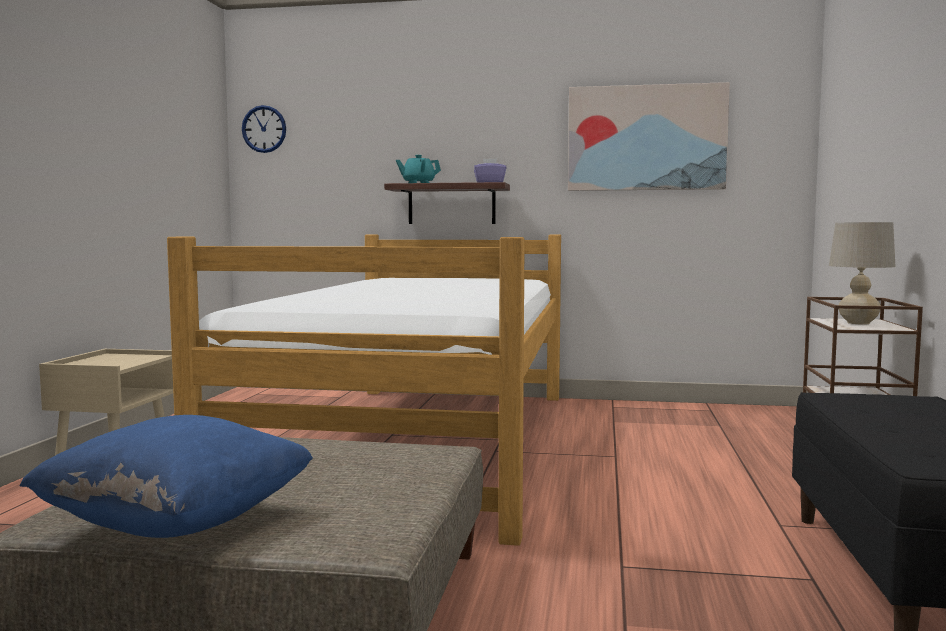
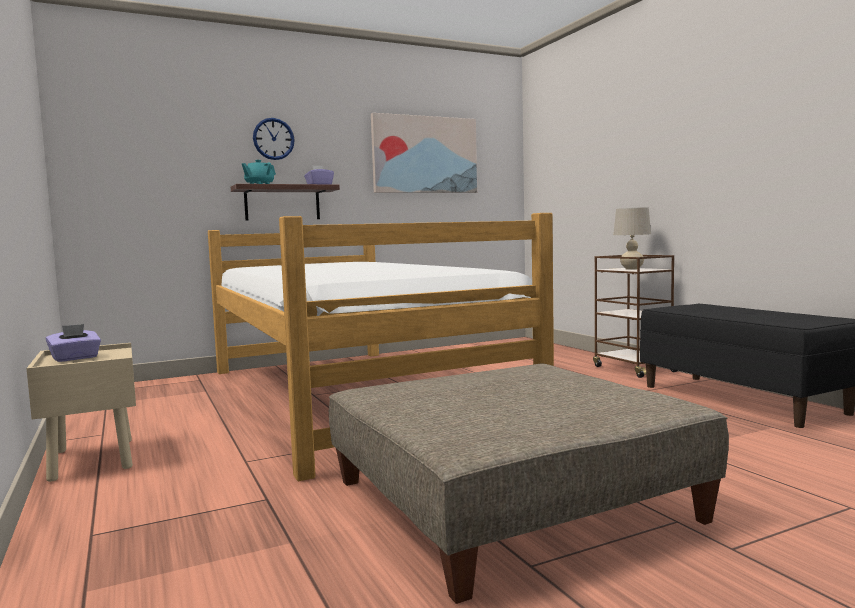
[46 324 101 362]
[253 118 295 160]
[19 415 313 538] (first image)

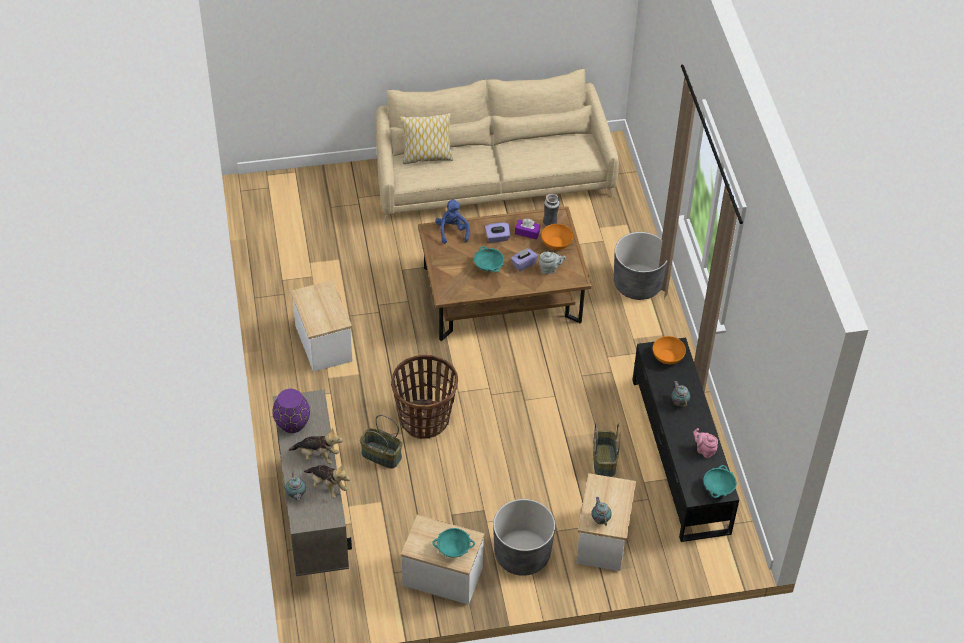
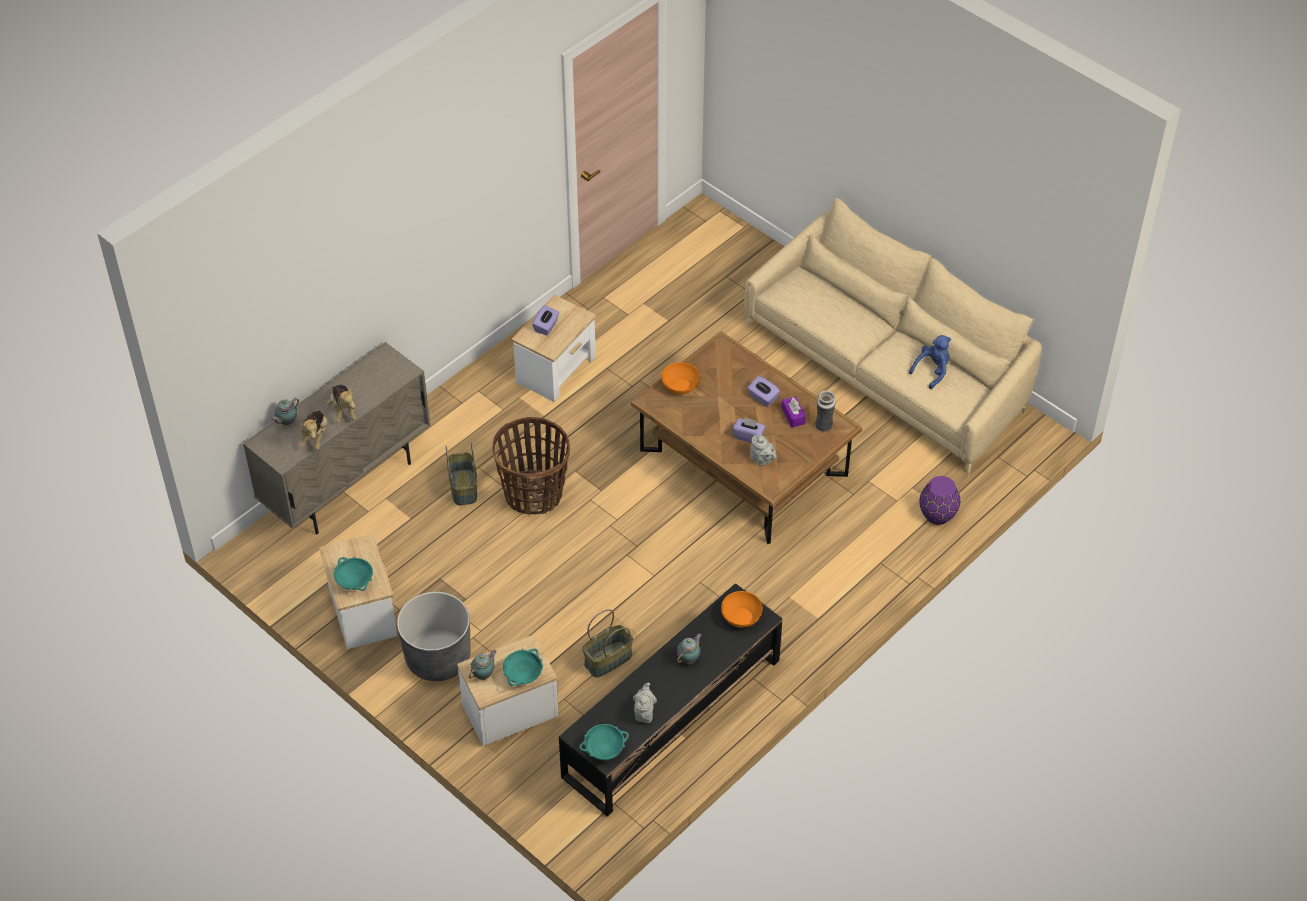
[503 648 543 686]
[532 305 560 335]
[633 683 657 723]
[661 362 700 394]
[909 335 951 389]
[919 476 960 525]
[400 113 453 164] (first image)
[614 232 668 300] (first image)

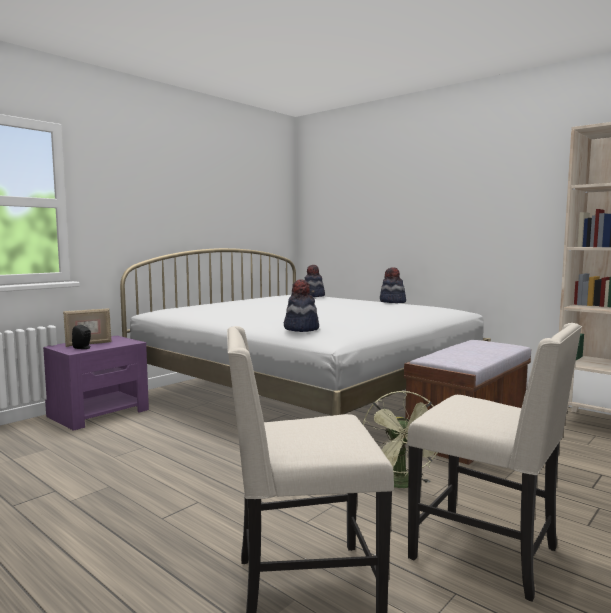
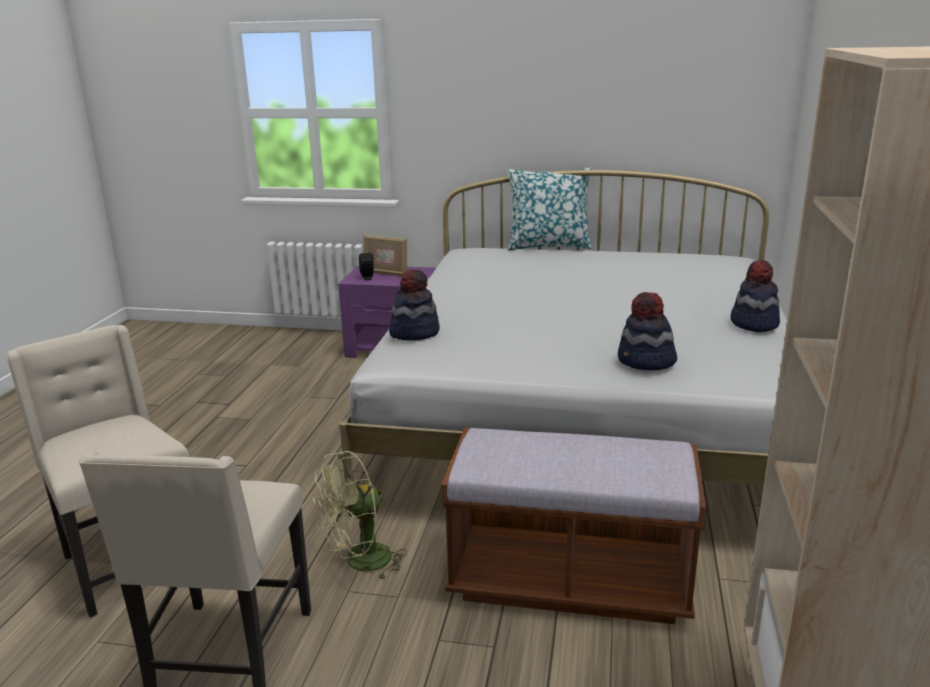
[507 167 592 250]
[618 292 677 370]

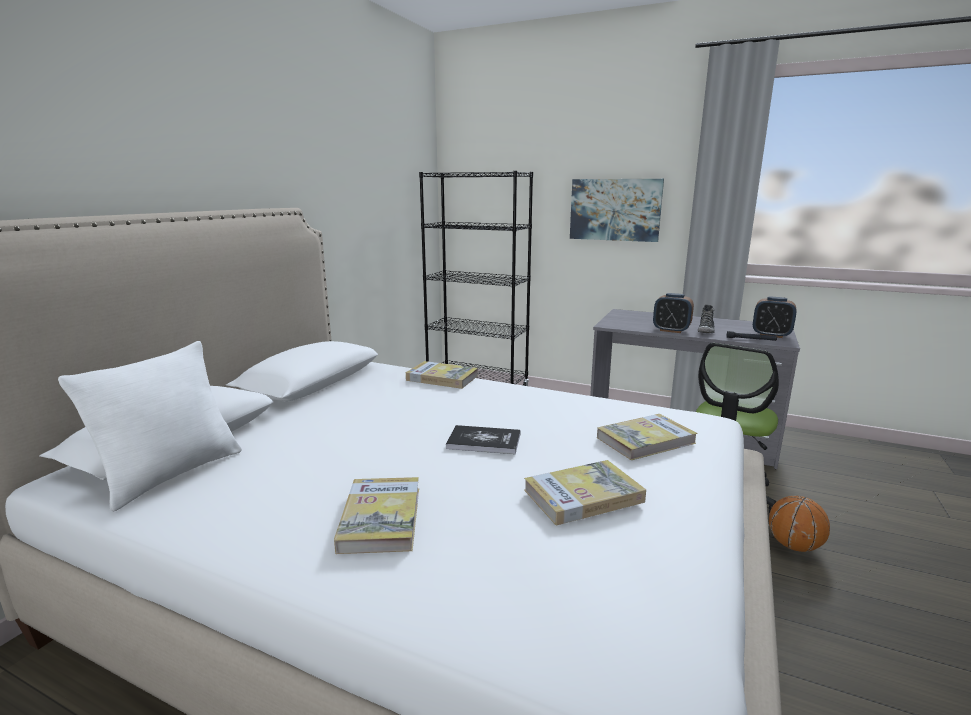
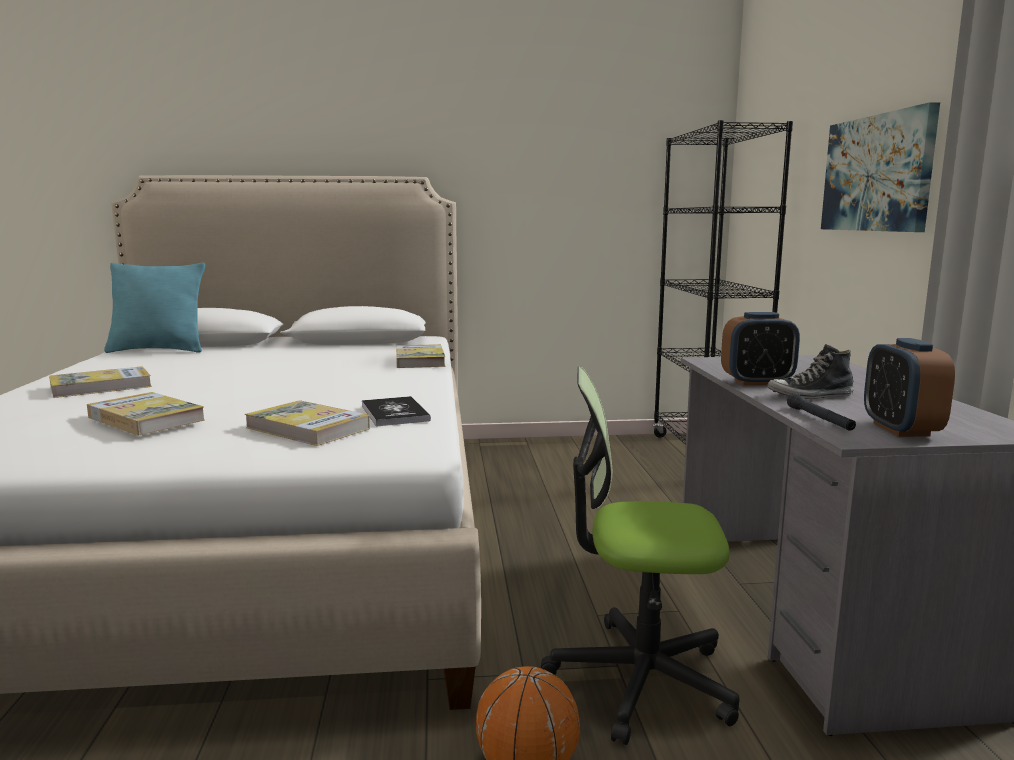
[104 262 205 353]
[362 396 431 427]
[721 312 800 386]

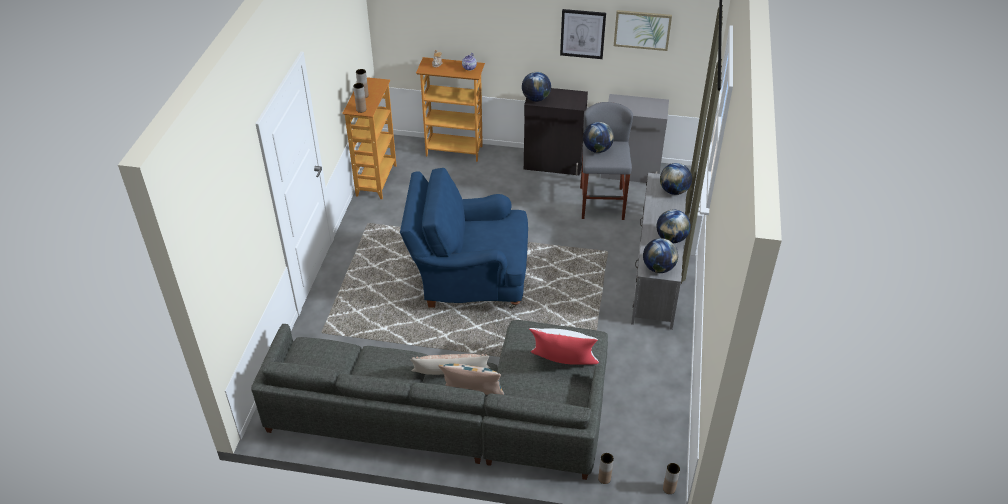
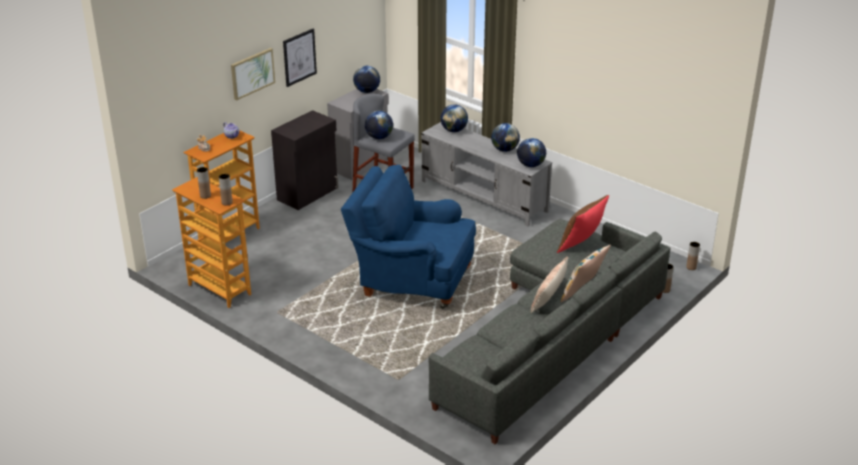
[231 48 275 101]
[341 165 476 309]
[353 66 380 93]
[557 195 609 253]

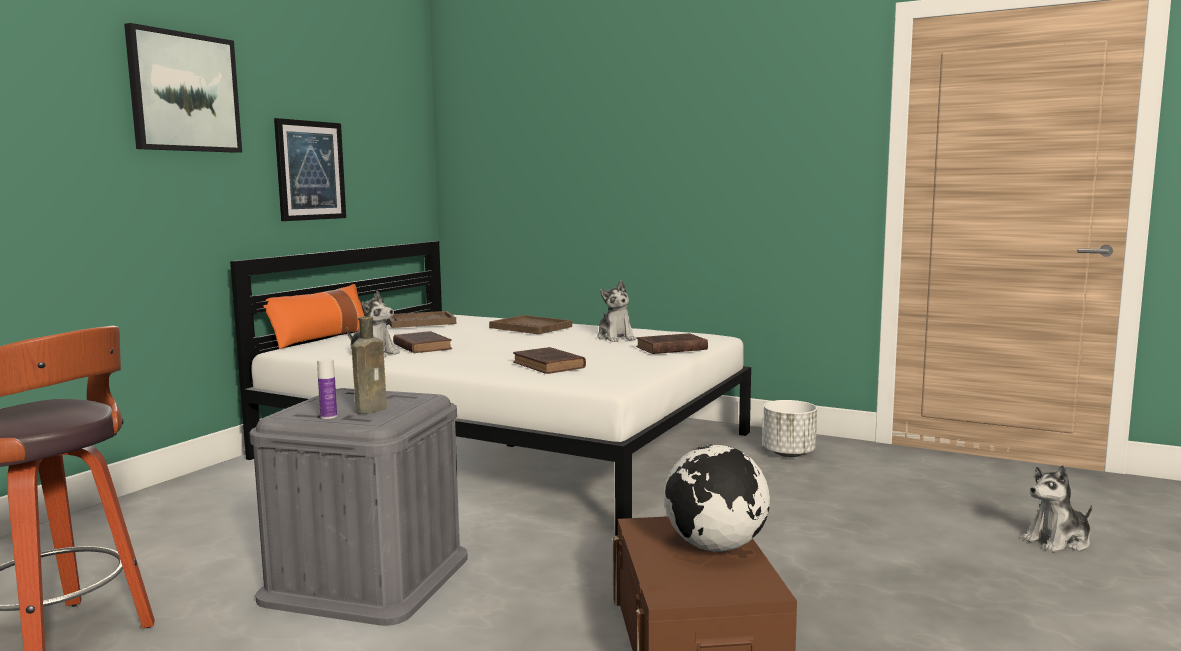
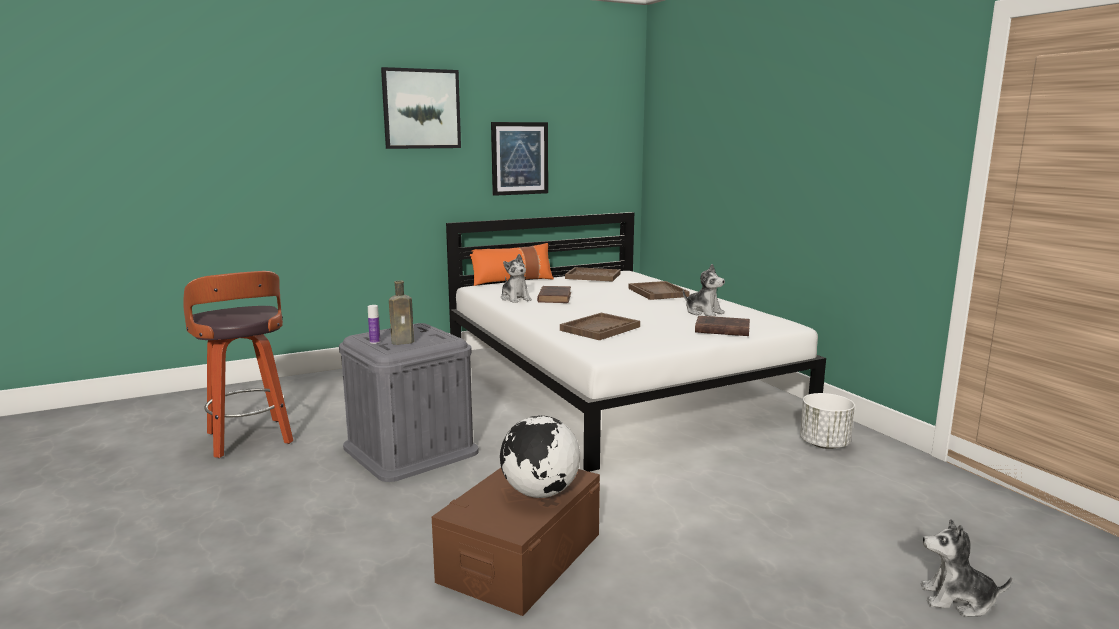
[560 313 640 340]
[683 264 725 317]

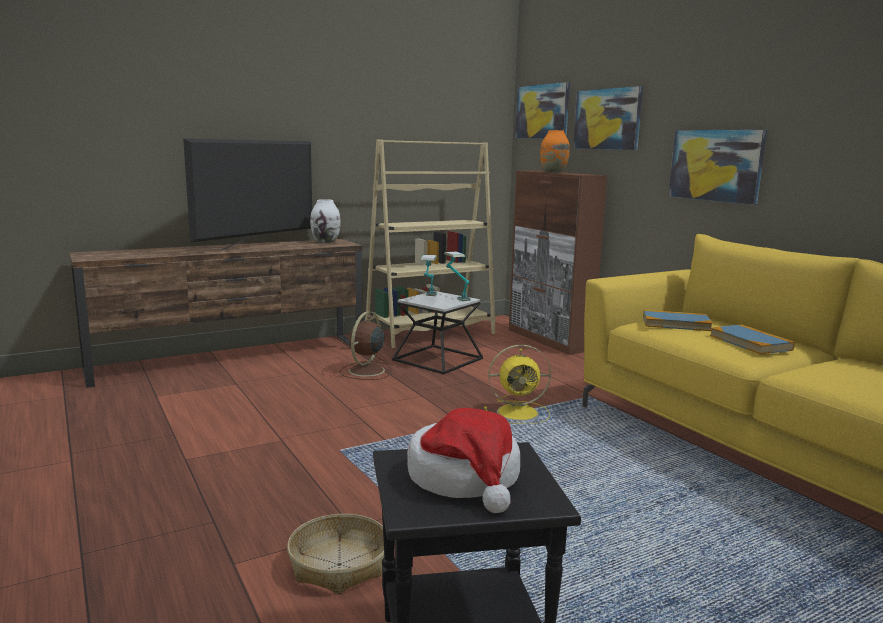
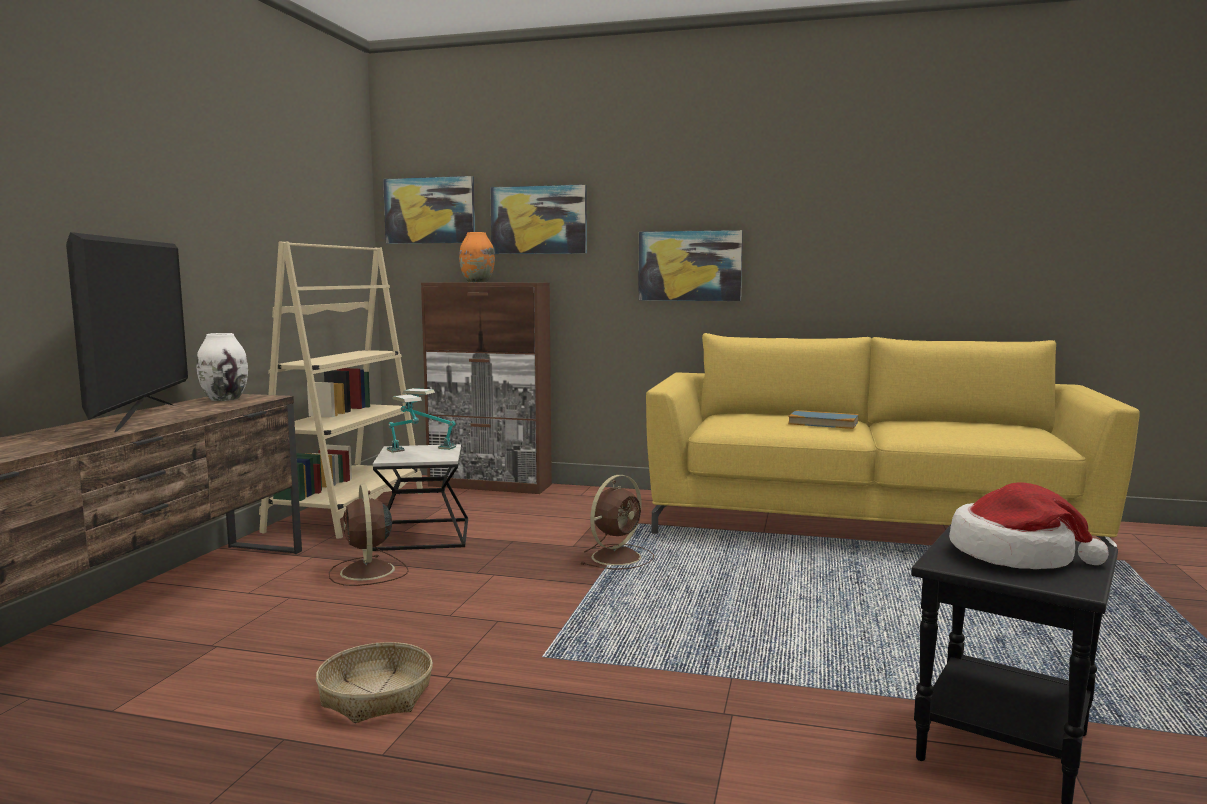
[316 642 433 723]
[581 475 654 570]
[643 310 712 331] (first image)

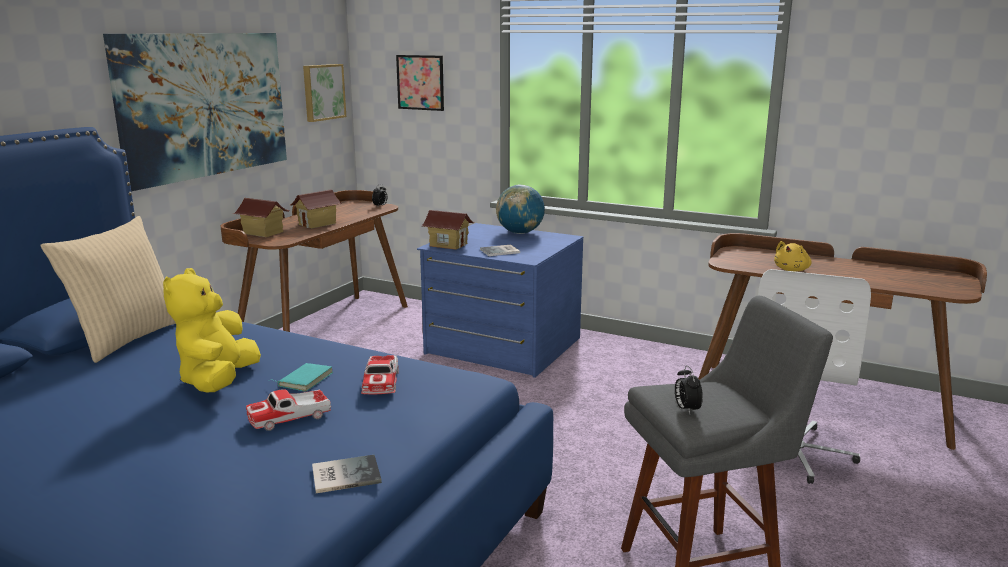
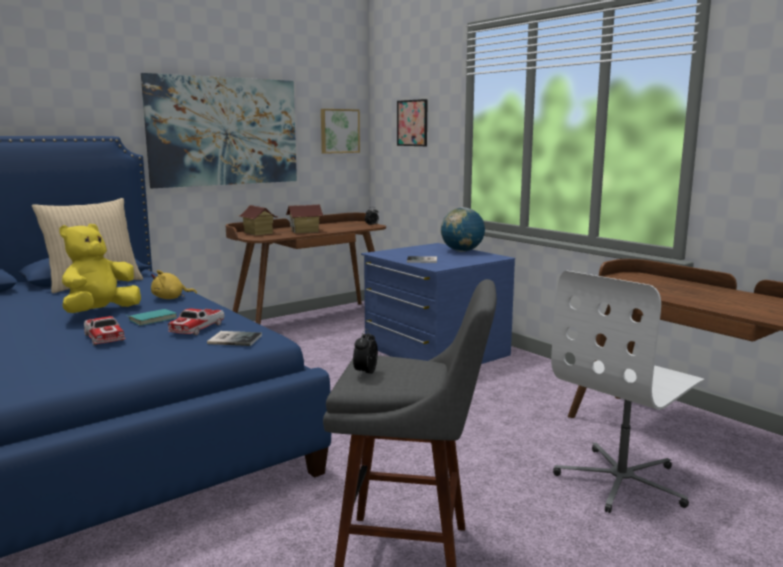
[84 316 126 346]
[151 270 197 299]
[207 331 262 346]
[422 210 474 250] (first image)

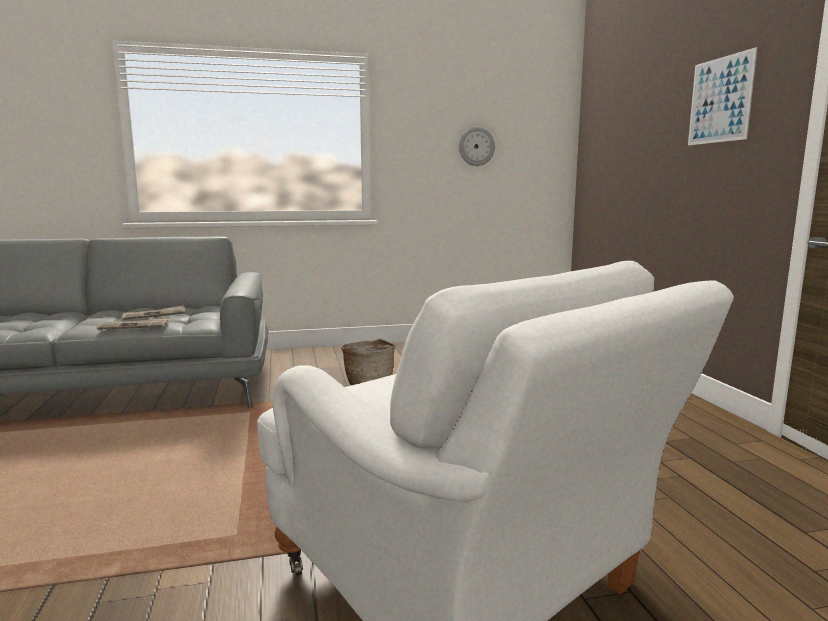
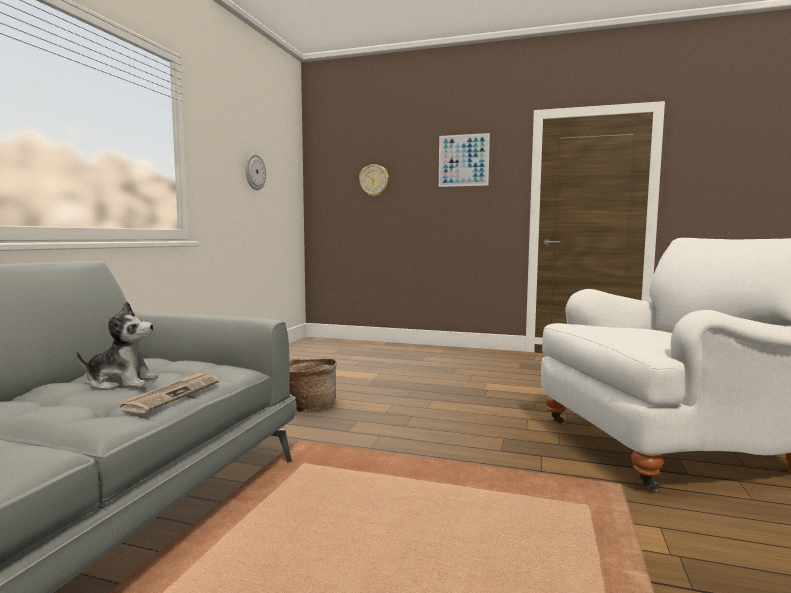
[76 302 158 390]
[359 164 389 196]

